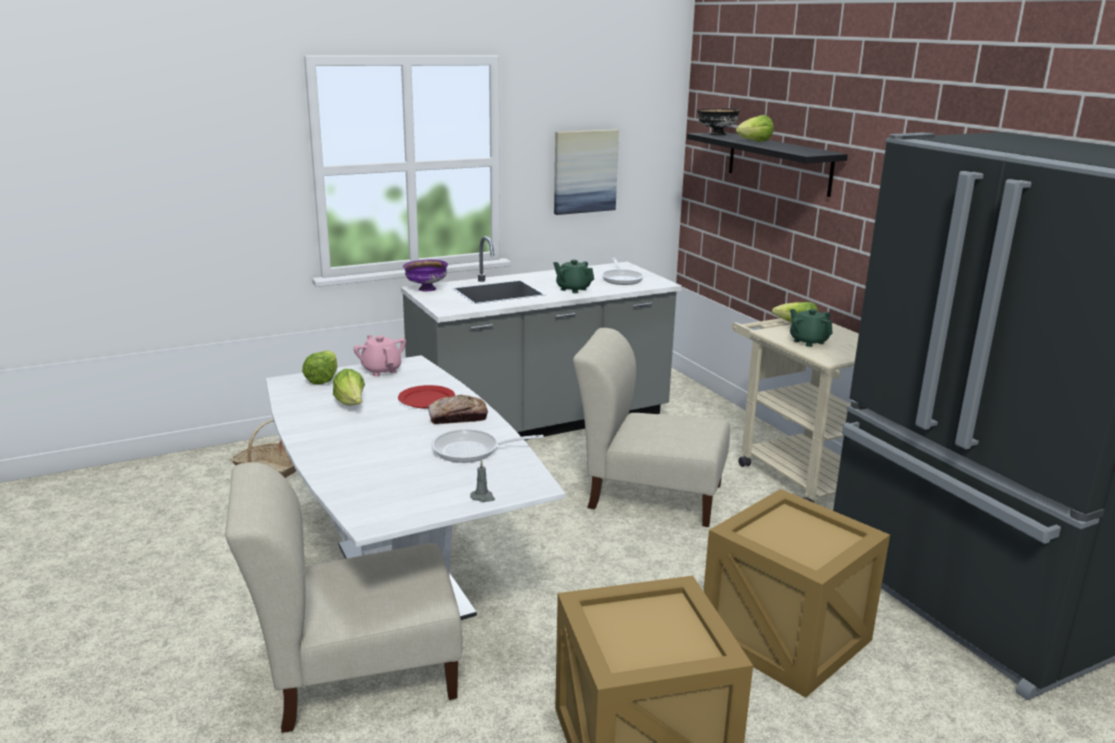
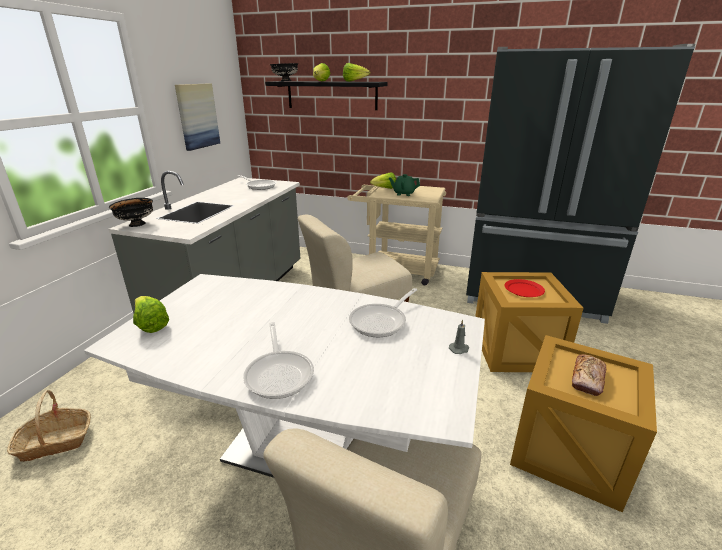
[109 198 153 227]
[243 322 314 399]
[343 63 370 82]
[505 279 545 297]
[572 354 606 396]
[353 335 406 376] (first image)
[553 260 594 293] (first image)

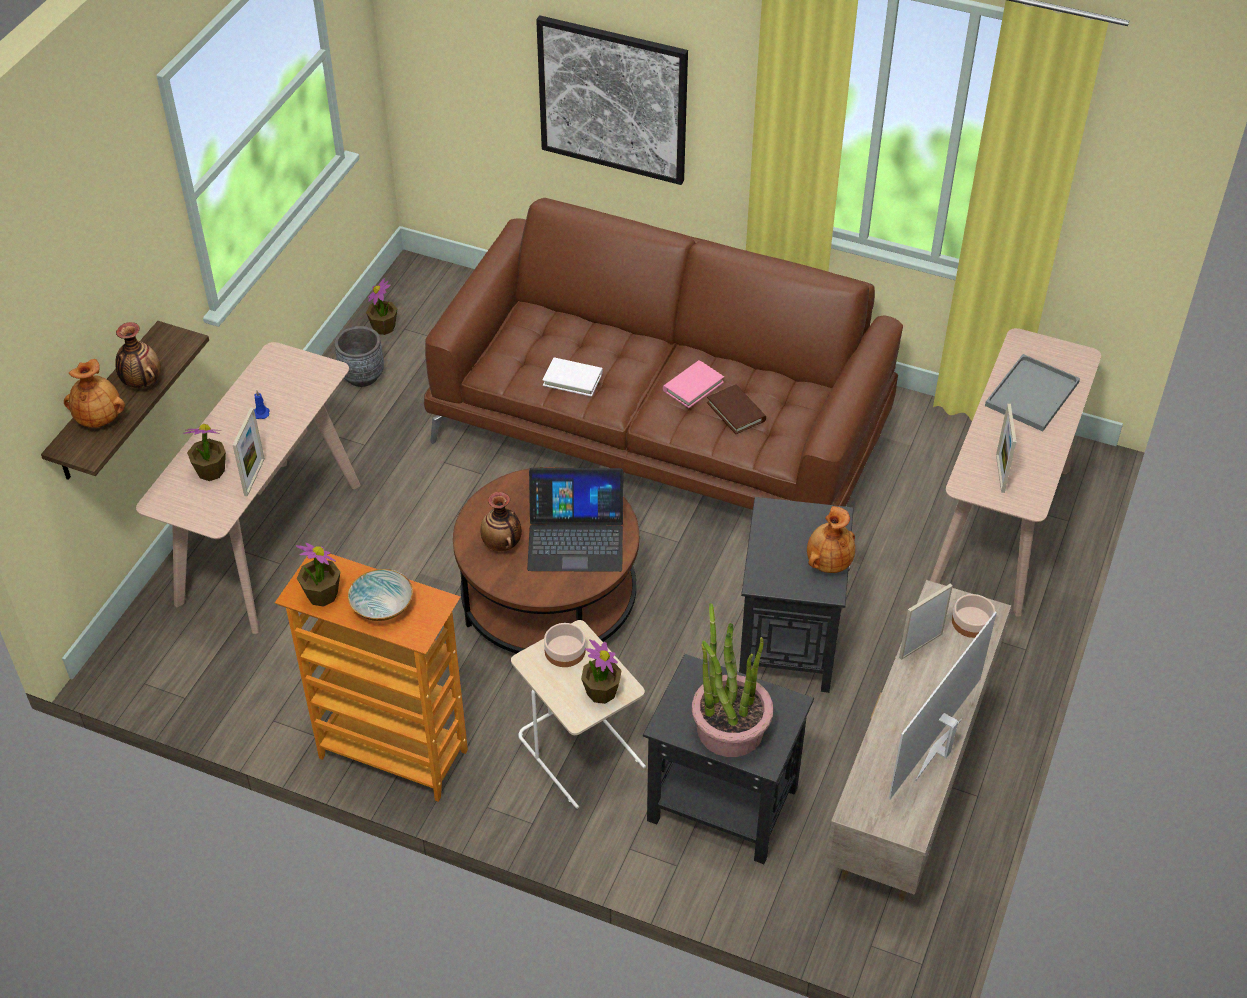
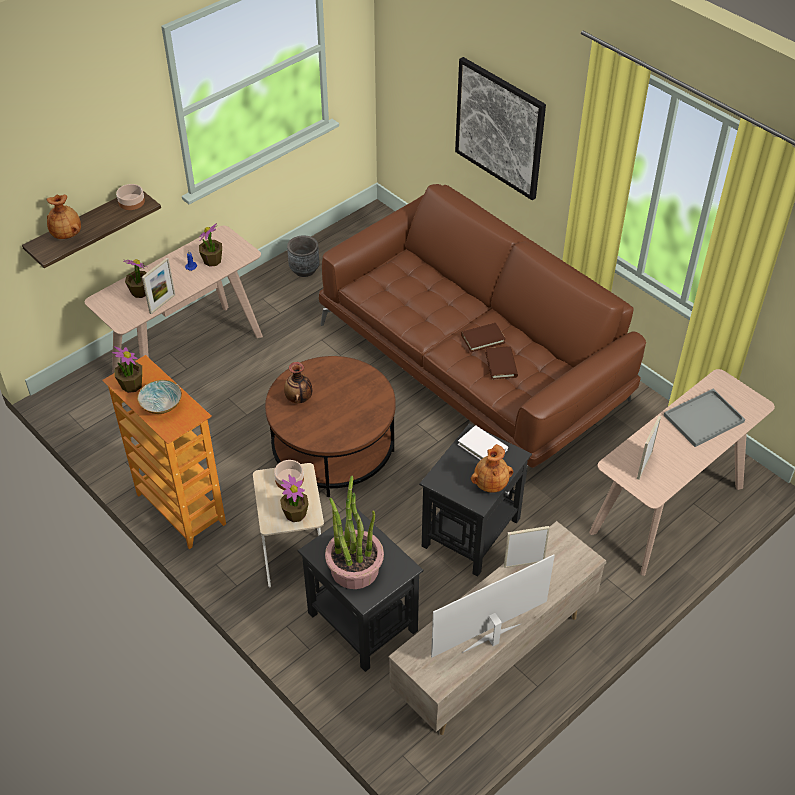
[116 184 145 210]
[199 223 222 267]
[458 425 508 460]
[461 323 506 352]
[115 322 161 388] (first image)
[527 468 623 572] (first image)

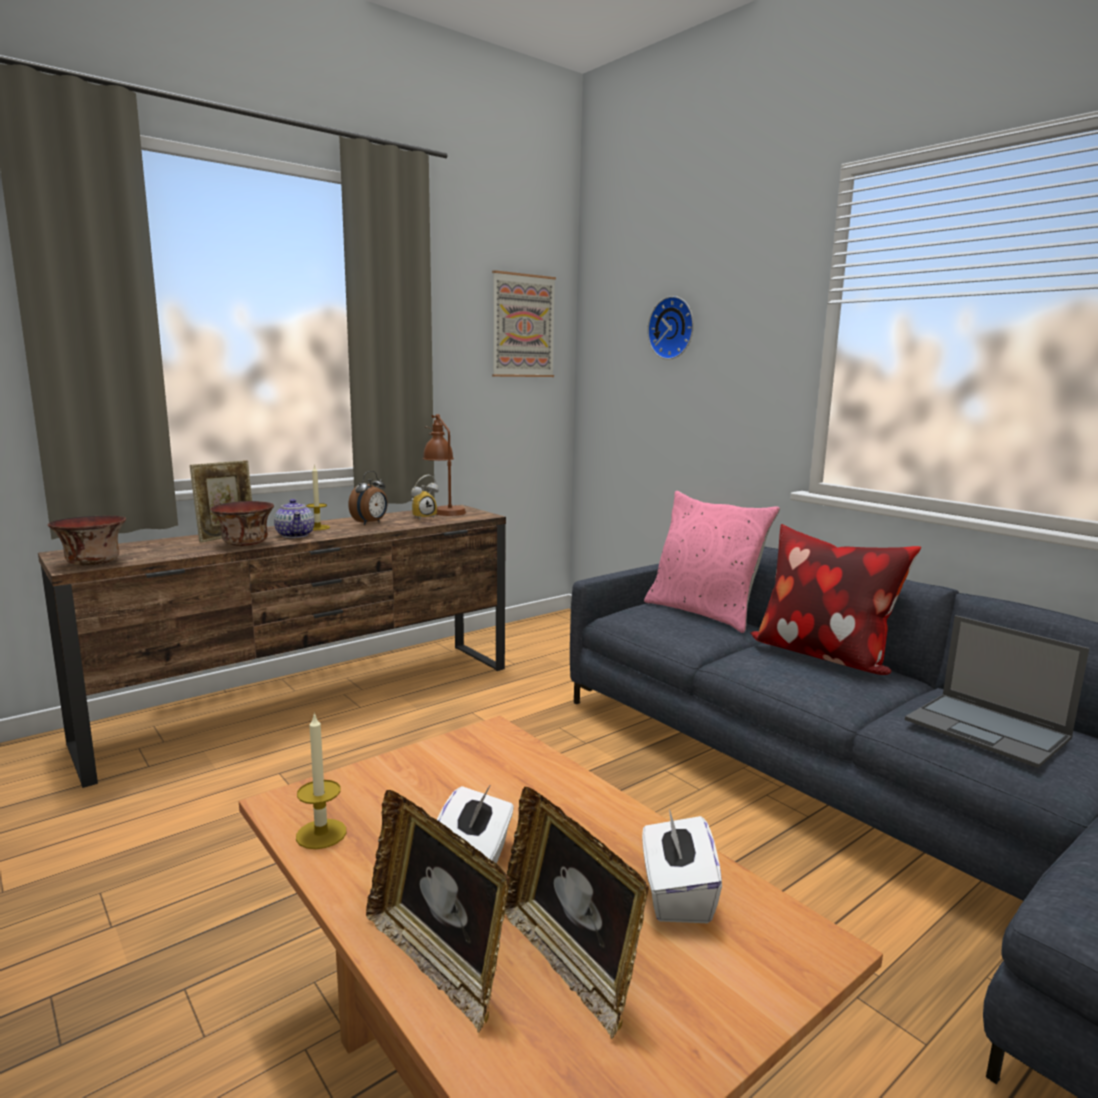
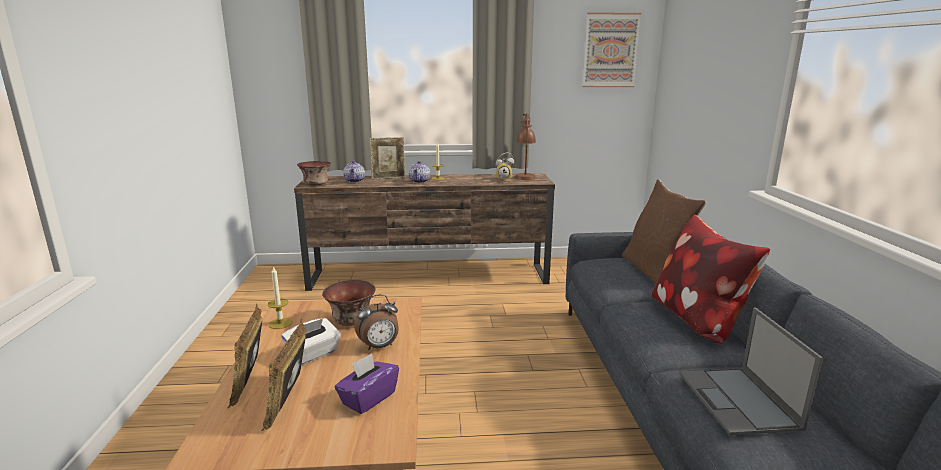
[322 280 376 326]
[335 353 399 414]
[343 160 365 183]
[354 294 399 350]
[622 179 706 284]
[647 296 694 360] (first image)

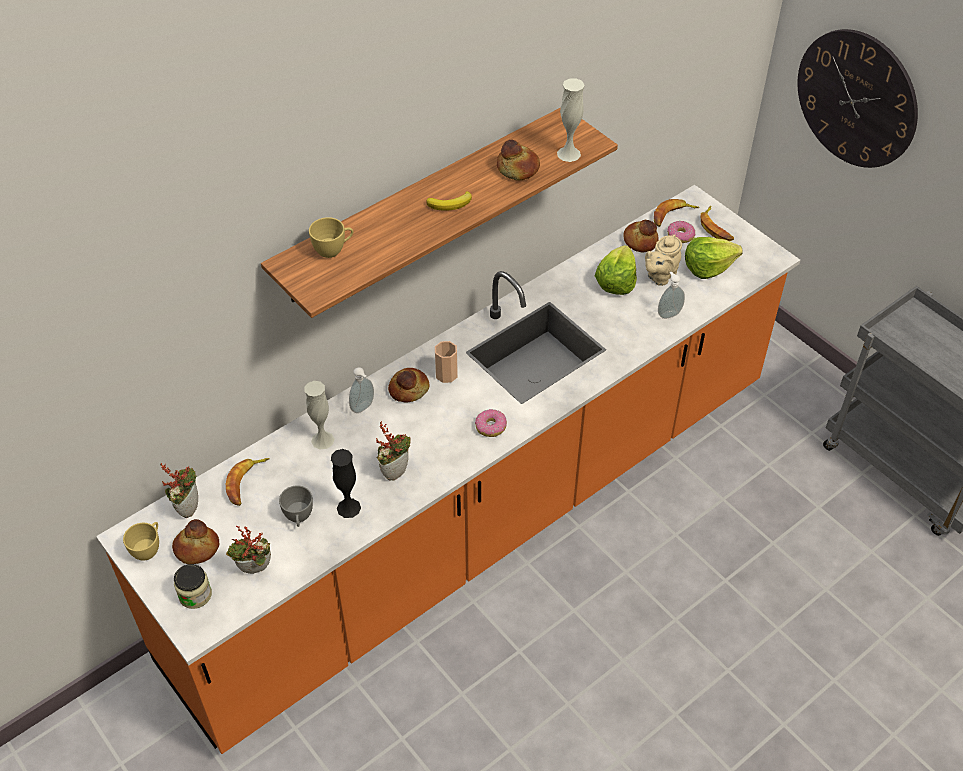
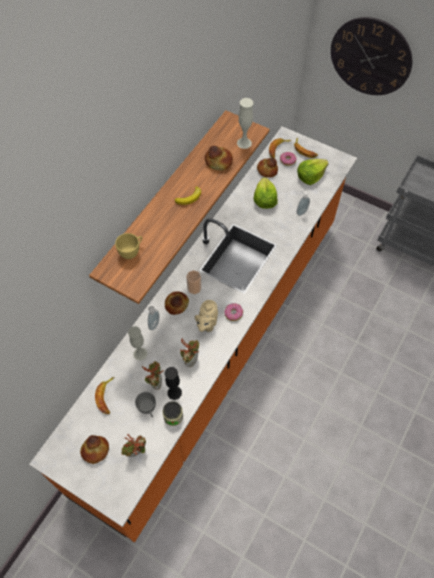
[142 361 164 390]
[163 401 183 426]
[195 300 218 332]
[123 522 159 560] (first image)

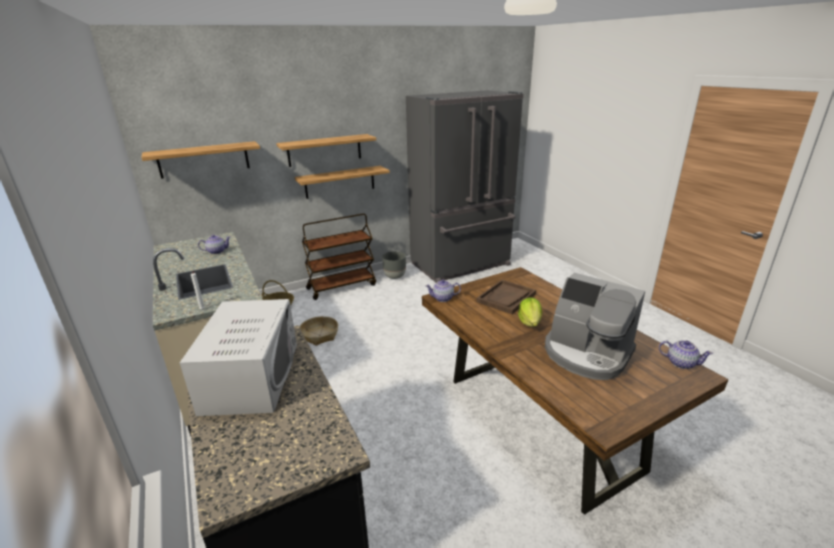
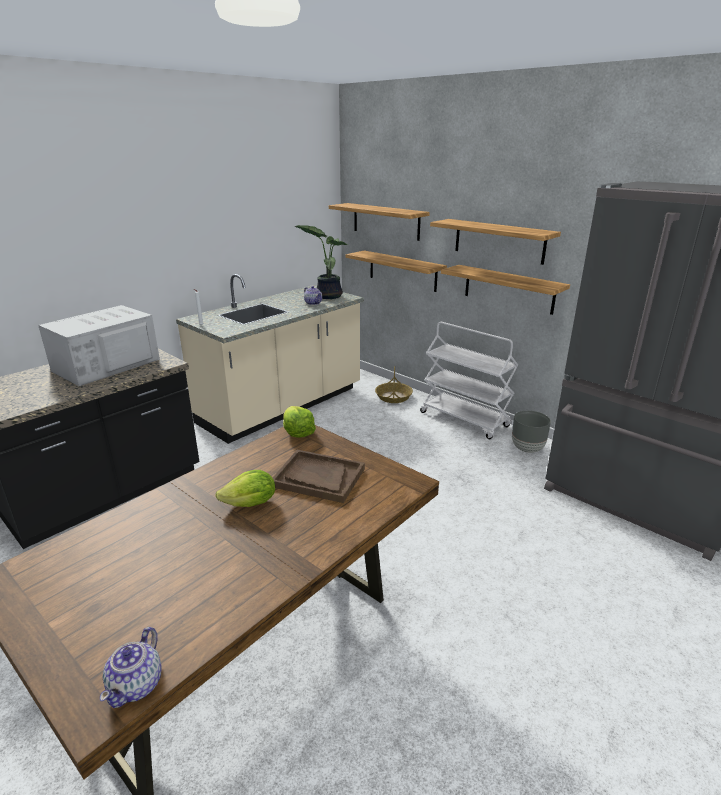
[38 305 160 386]
[283 406 316 438]
[295 225 348 299]
[346 250 447 292]
[420 322 518 439]
[300 316 338 346] (first image)
[545 273 645 380] (first image)

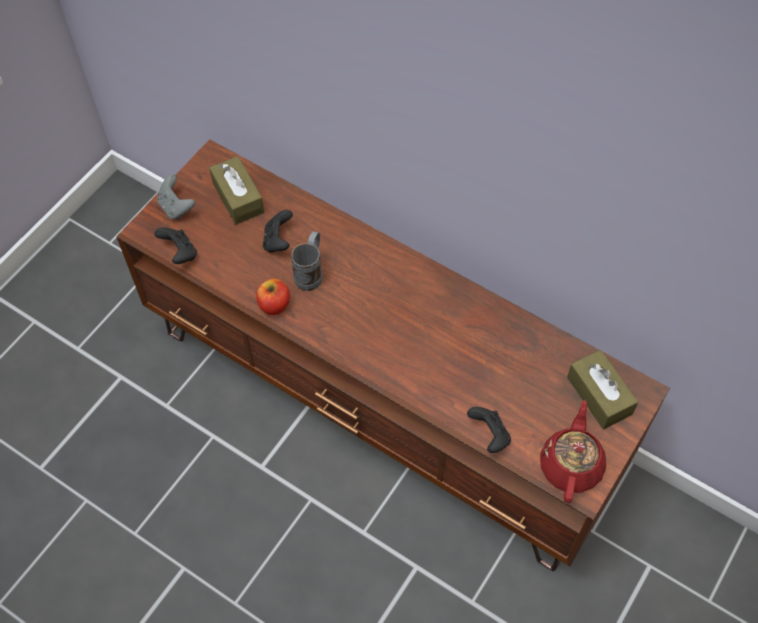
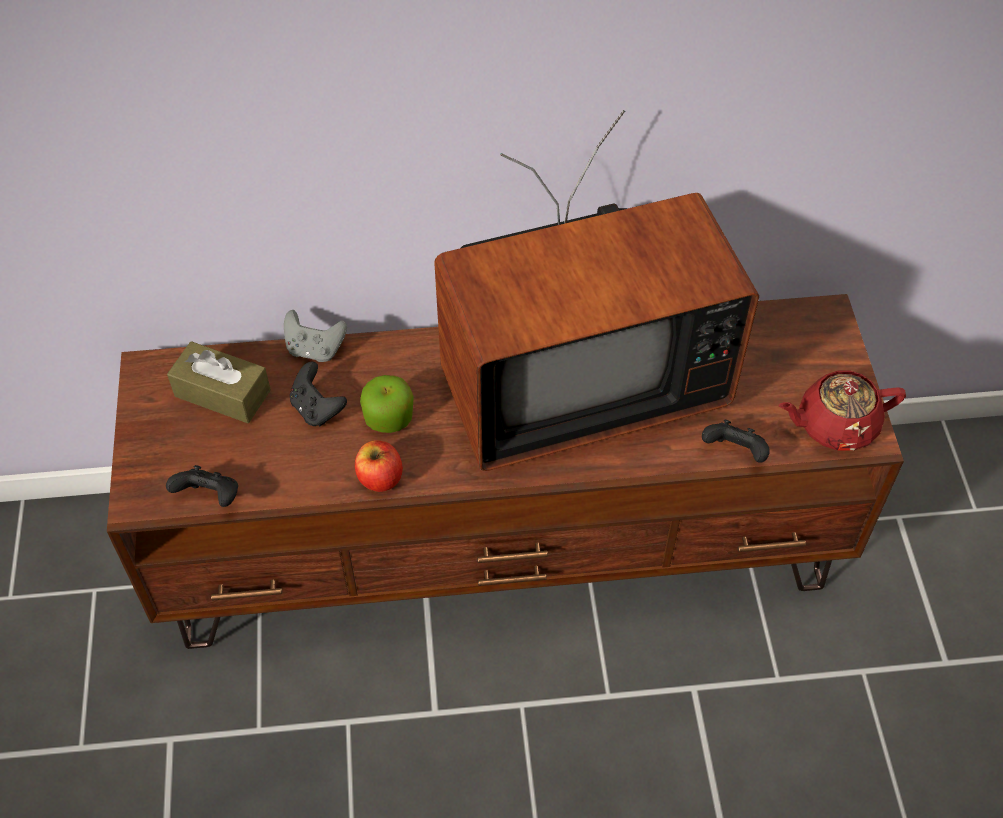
[284 310 347 362]
[360 375 414 433]
[434 110 759 471]
[778 371 906 451]
[567 350 638 429] (first image)

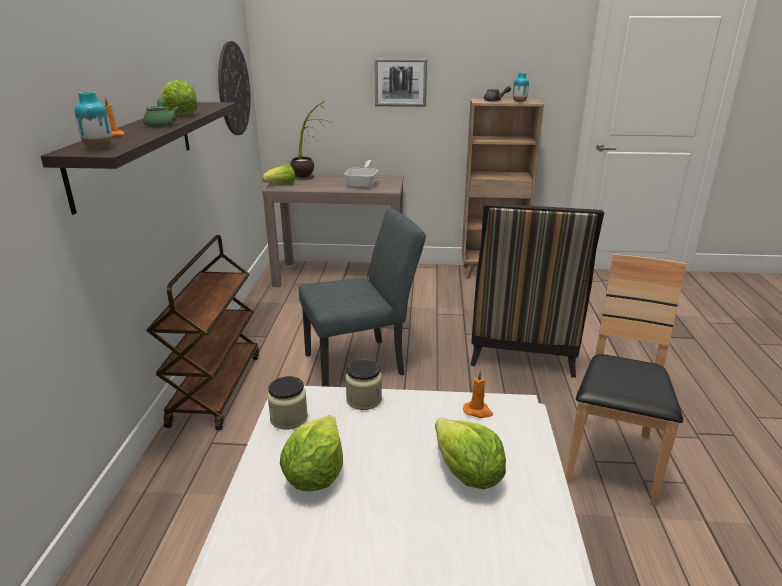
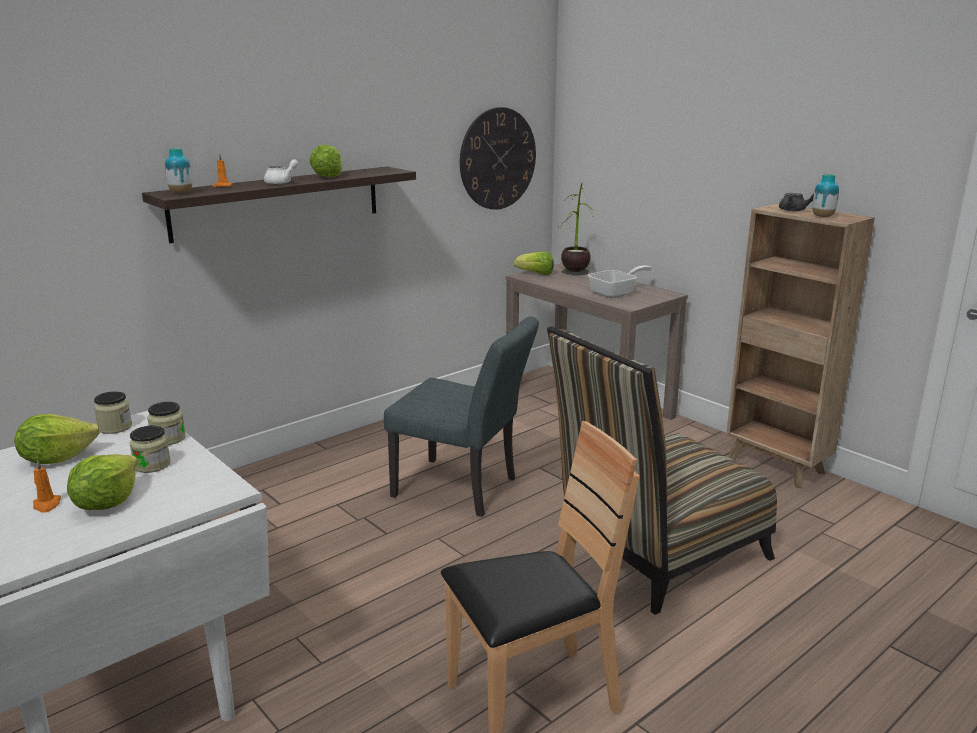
[33 459 61 513]
[130 426 171 473]
[264 159 299 185]
[147 235 259 430] (first image)
[374 58 427 107] (first image)

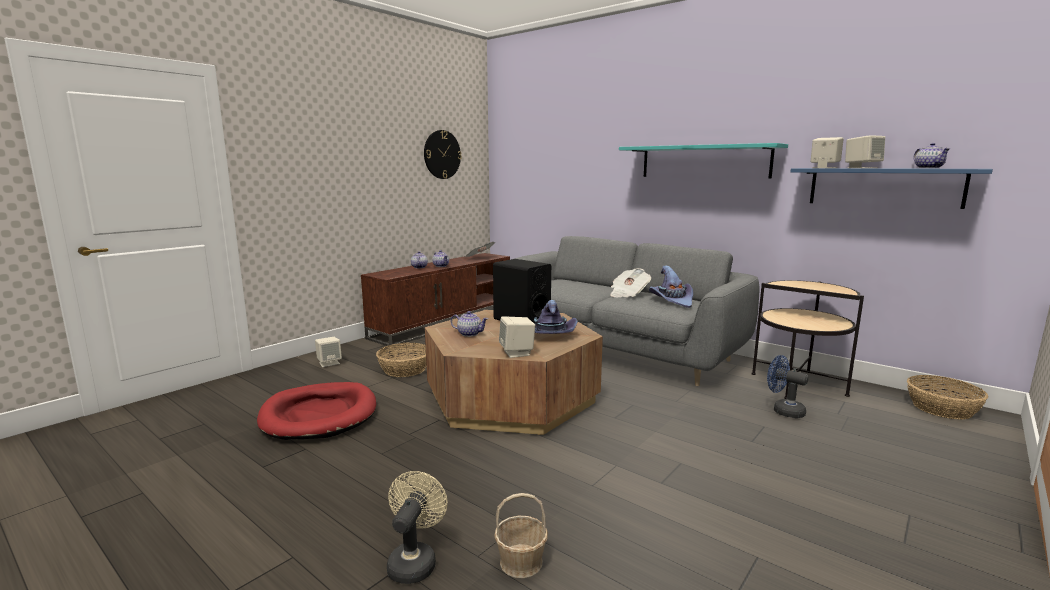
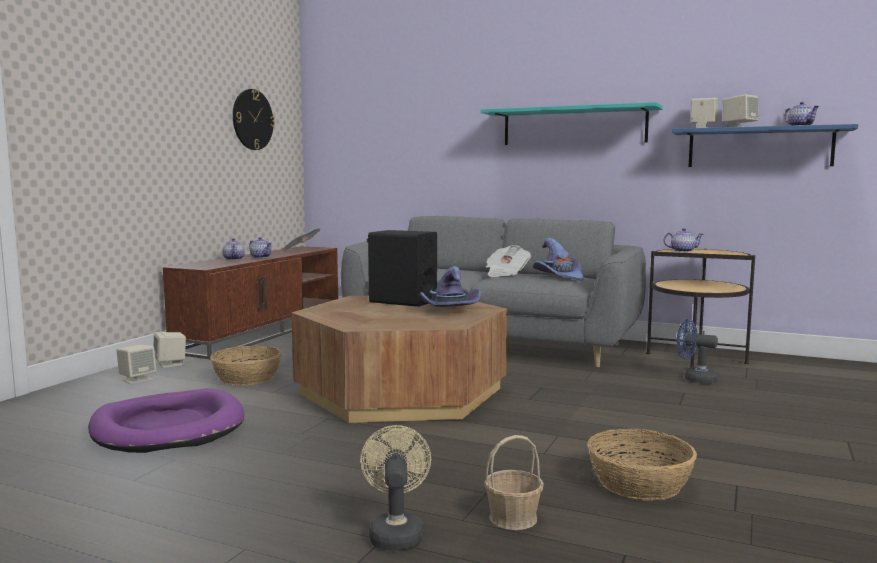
[88 388 245 453]
[154 332 186 368]
[587 429 697 500]
[664 228 704 252]

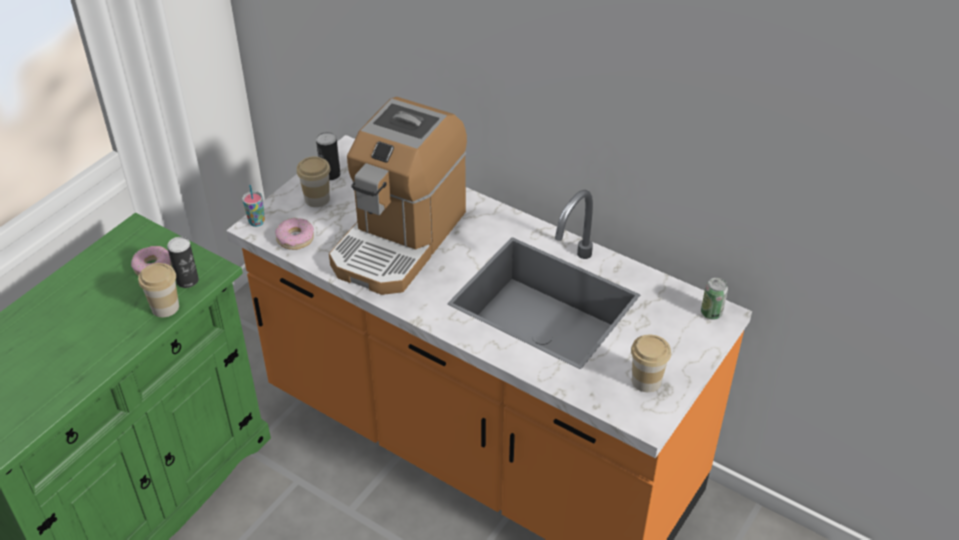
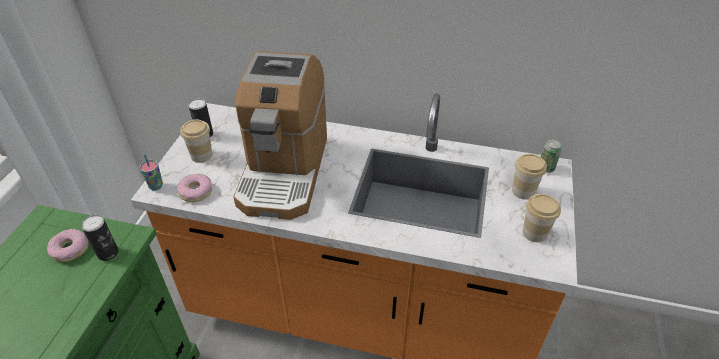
[512 154 547 199]

